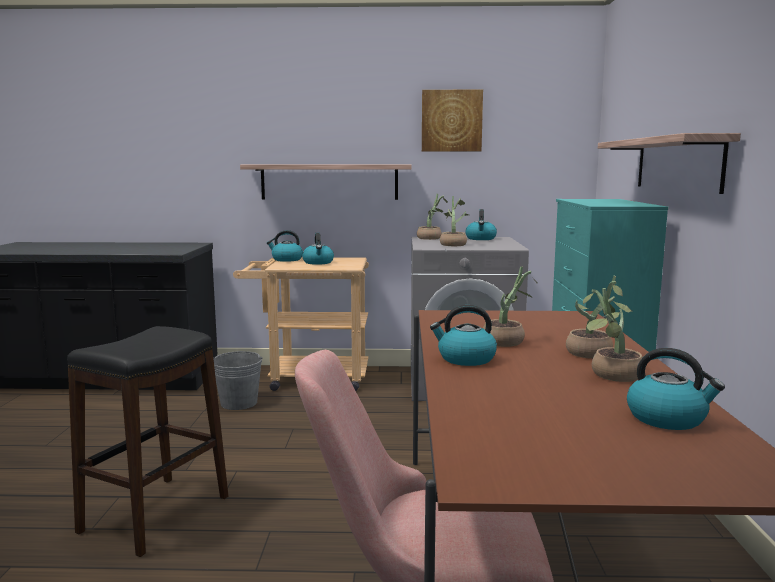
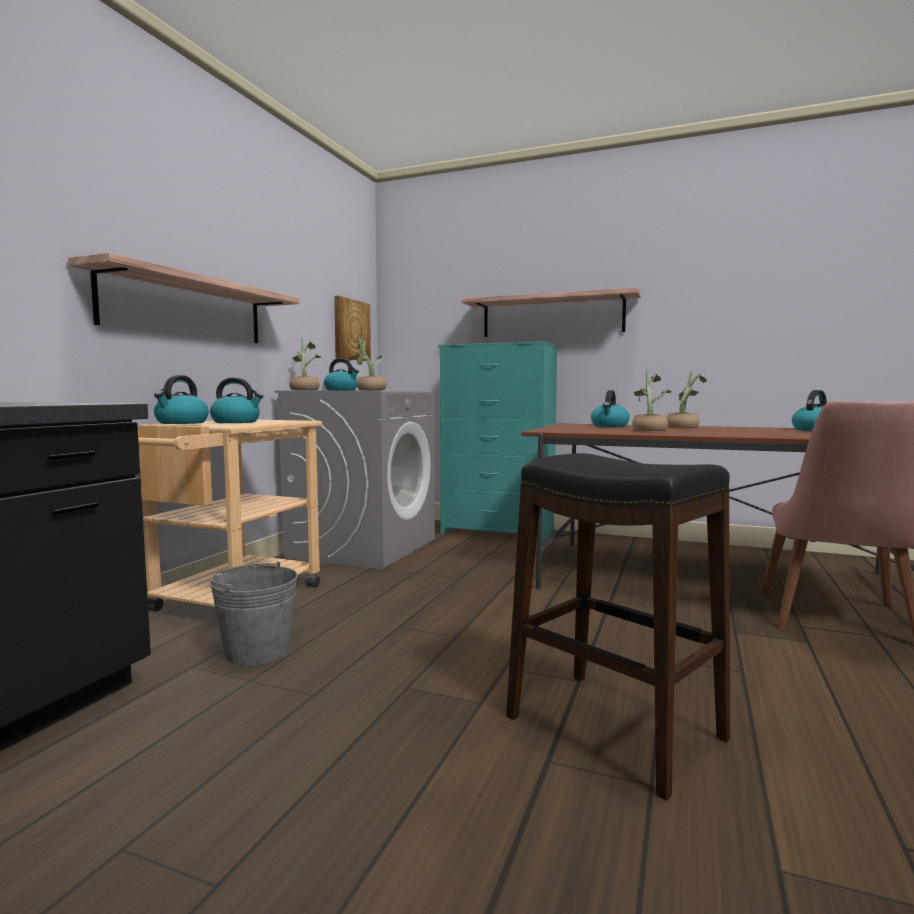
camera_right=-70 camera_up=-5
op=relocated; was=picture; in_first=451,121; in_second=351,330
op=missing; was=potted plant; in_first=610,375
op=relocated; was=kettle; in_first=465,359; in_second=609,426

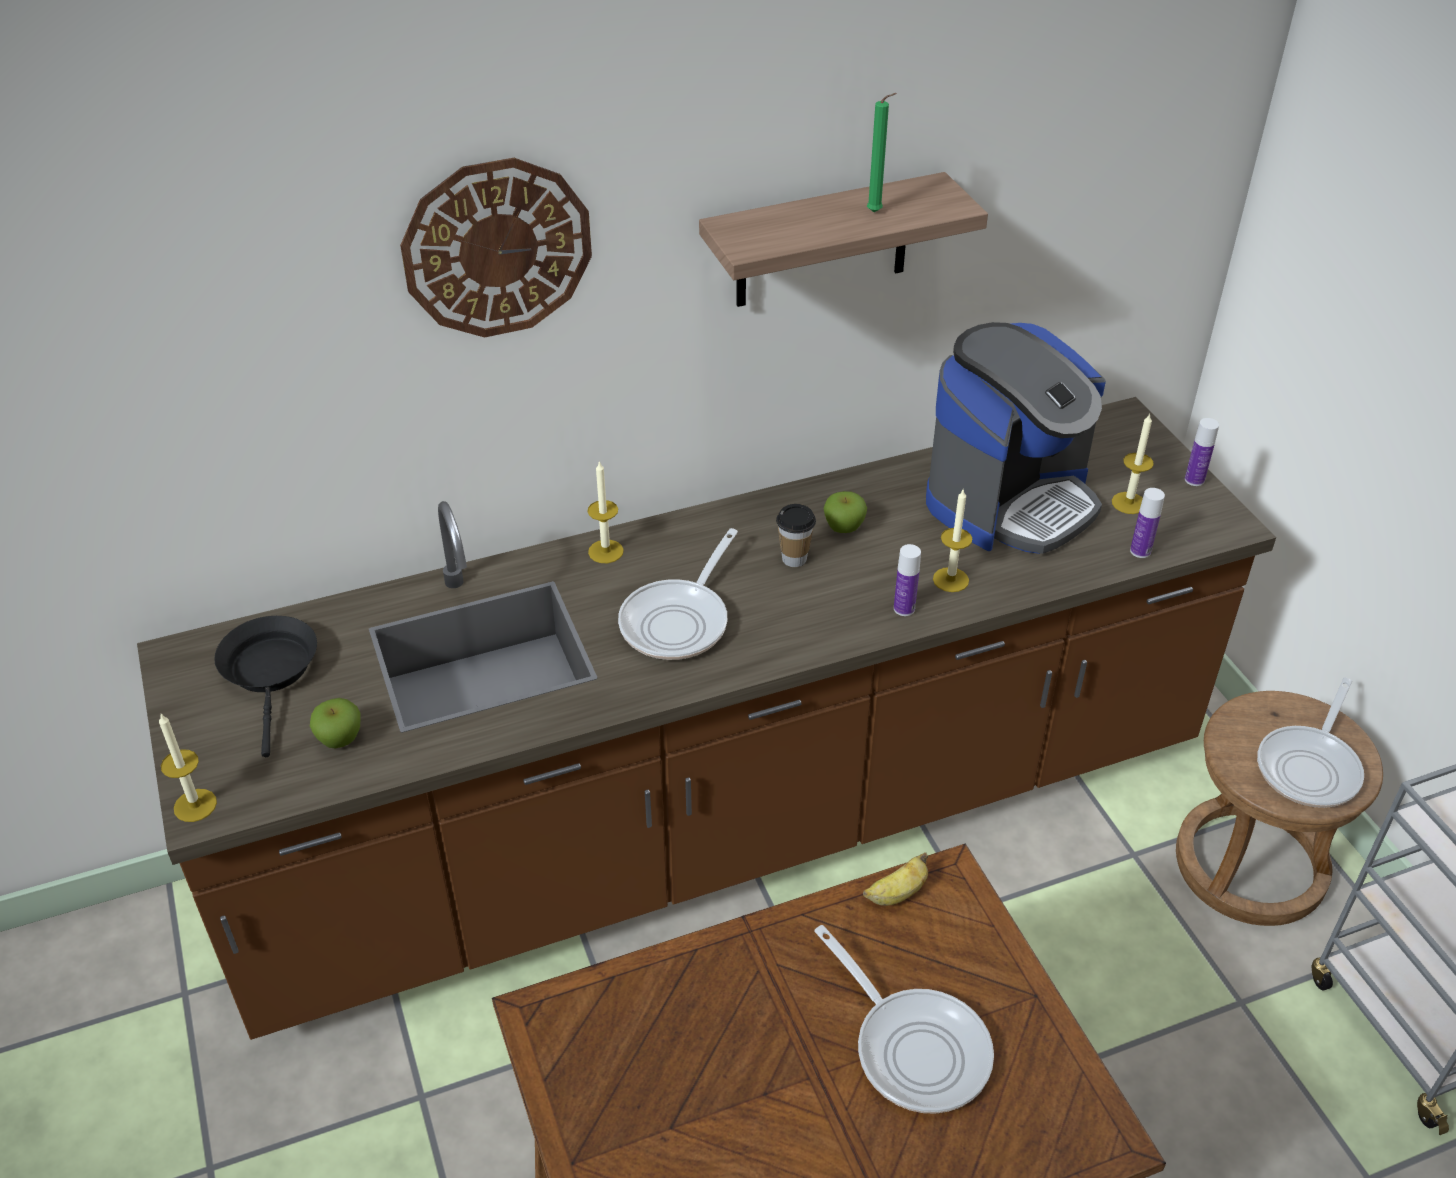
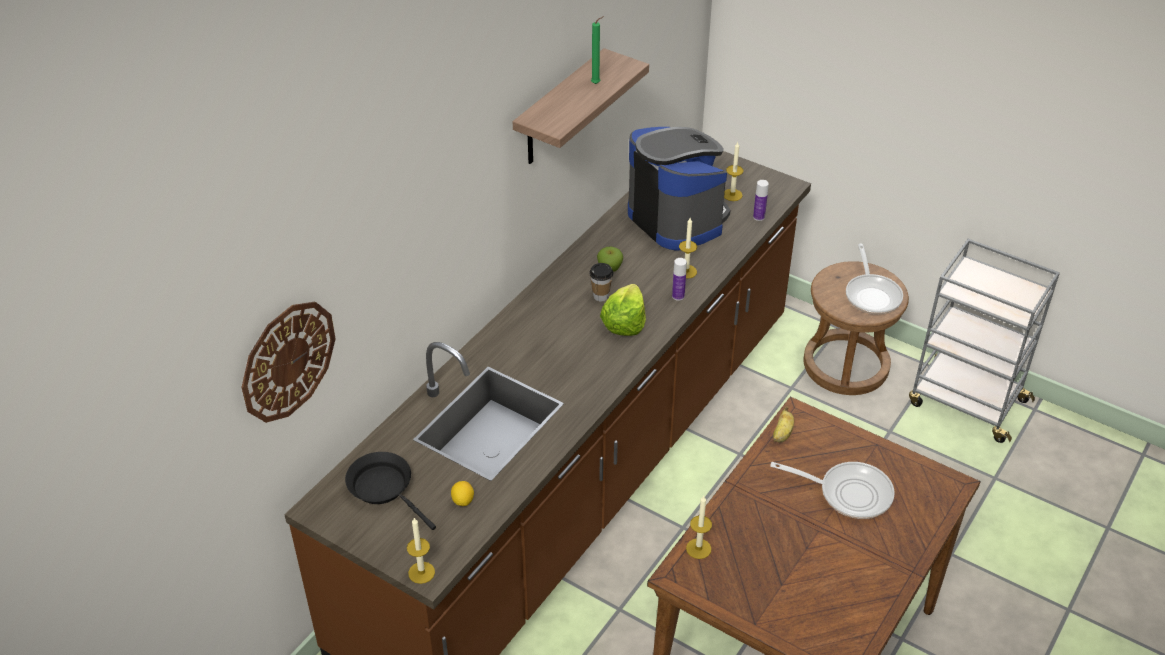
camera_right=-35 camera_up=0
op=relocated; was=wall clock; in_first=497,248; in_second=288,361
op=spun; was=coffee machine; in_first=1010,501; in_second=677,218; clockwise=-45
op=missing; was=bottle; in_first=1194,480
op=relocated; was=candle; in_first=605,551; in_second=698,548
op=missing; was=frying pan; in_first=679,621
op=exchanged; was=apple; now=lemon; in_first=340,740; in_second=463,501
op=appeared; now=lettuce; in_second=624,323

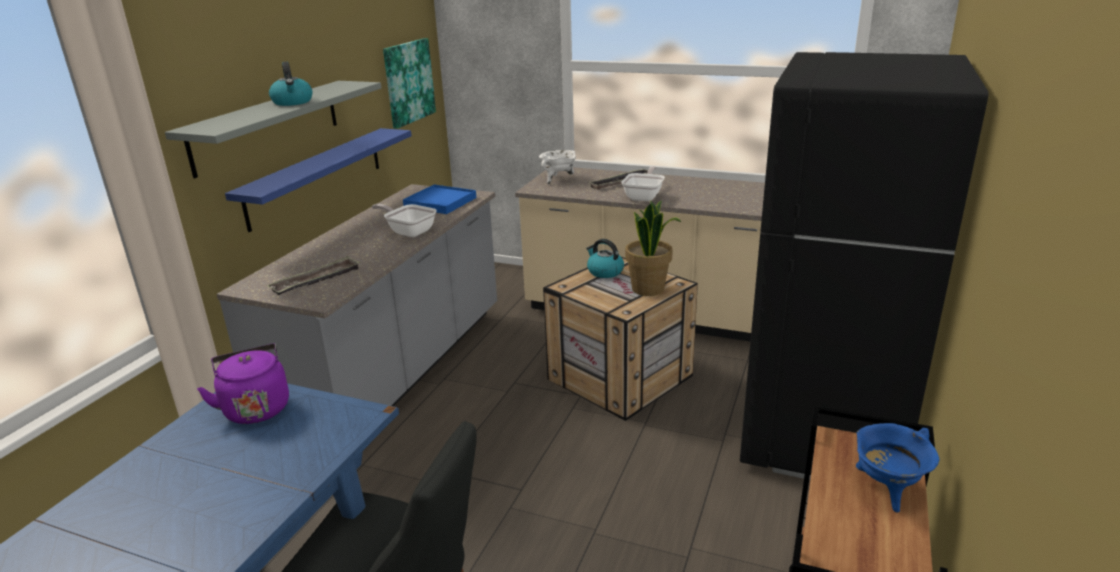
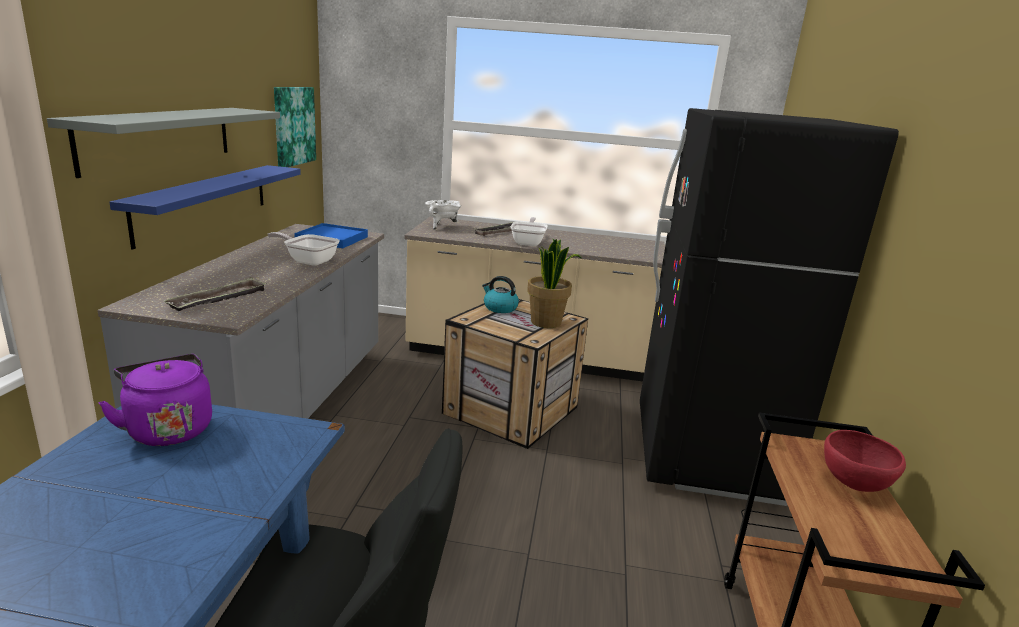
camera_right=-15 camera_up=-5
op=missing; was=kettle; in_first=293,102
op=exchanged; was=cooking pot/blue; now=bowl/red; in_first=887,490; in_second=853,485

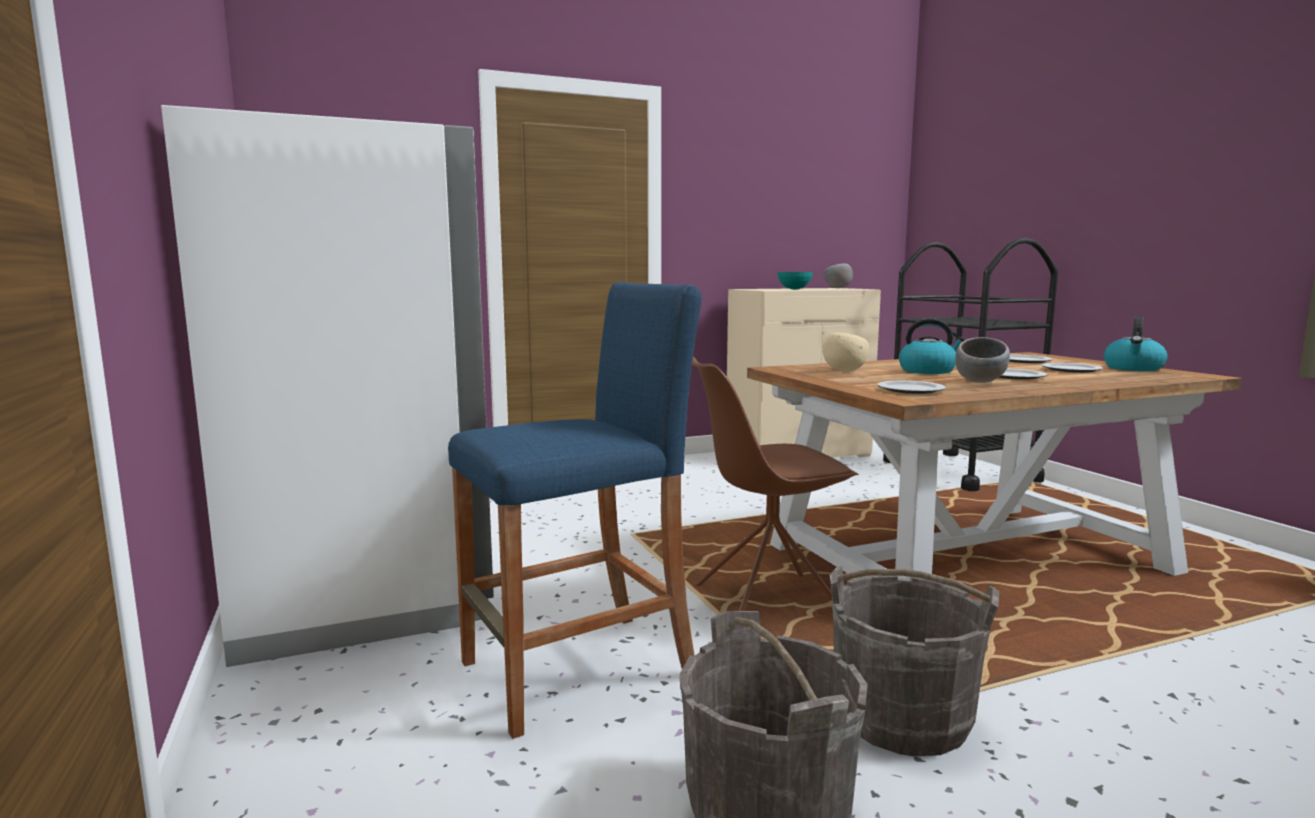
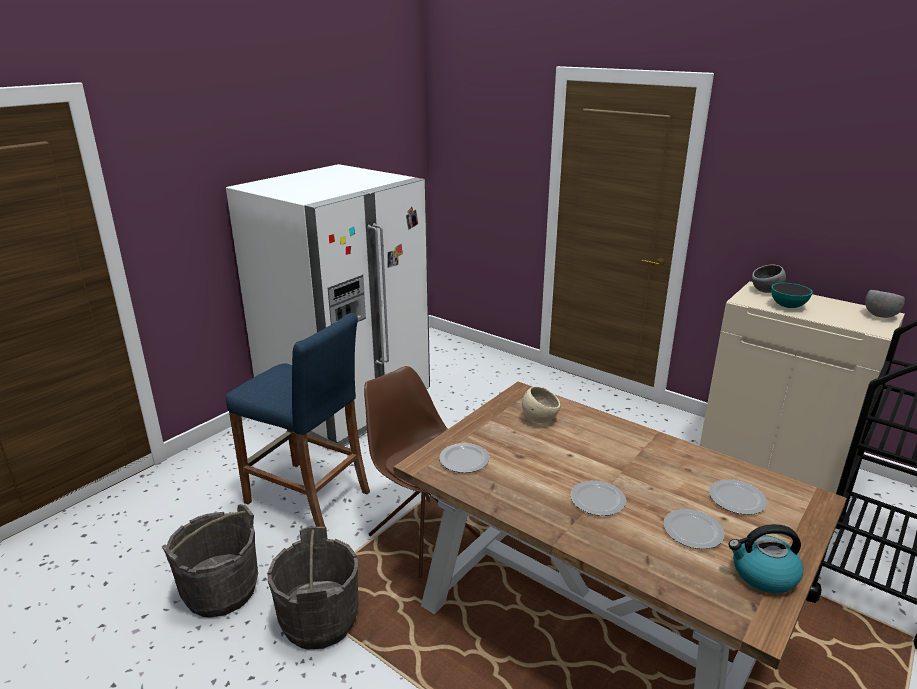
camera_right=60 camera_up=15
op=missing; was=kettle; in_first=928,371
op=relocated; was=bowl/grey; in_first=980,382; in_second=766,291

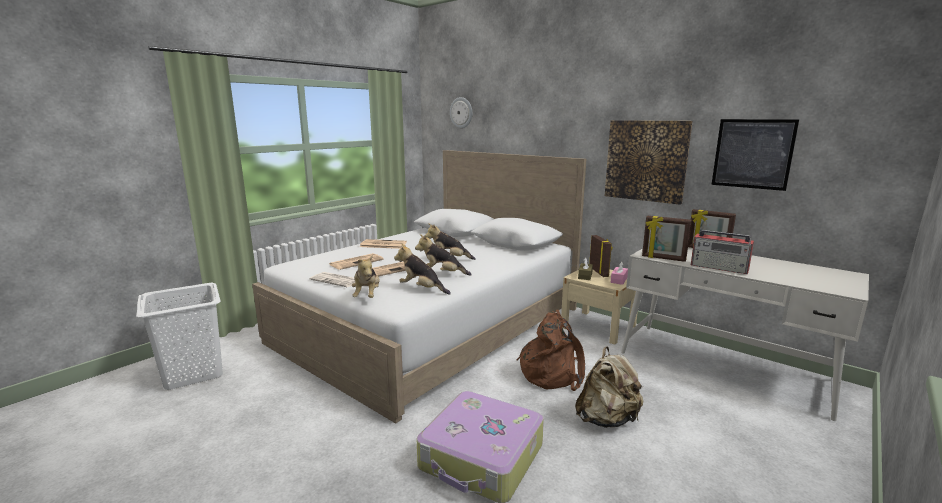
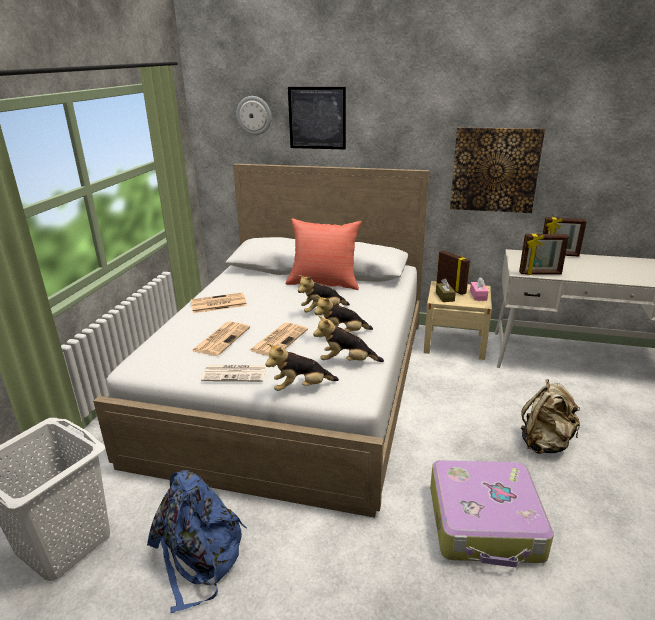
camera_right=-25 camera_up=10
op=relocated; was=picture; in_first=752,154; in_second=317,118
op=missing; was=radio; in_first=720,268
op=spun; was=plush toy; in_first=367,296; in_second=301,388; clockwise=105
op=missing; was=backpack/brown; in_first=552,373
op=appeared; now=pillow/red; in_second=324,283
op=appeared; now=backpack/blue; in_second=198,557

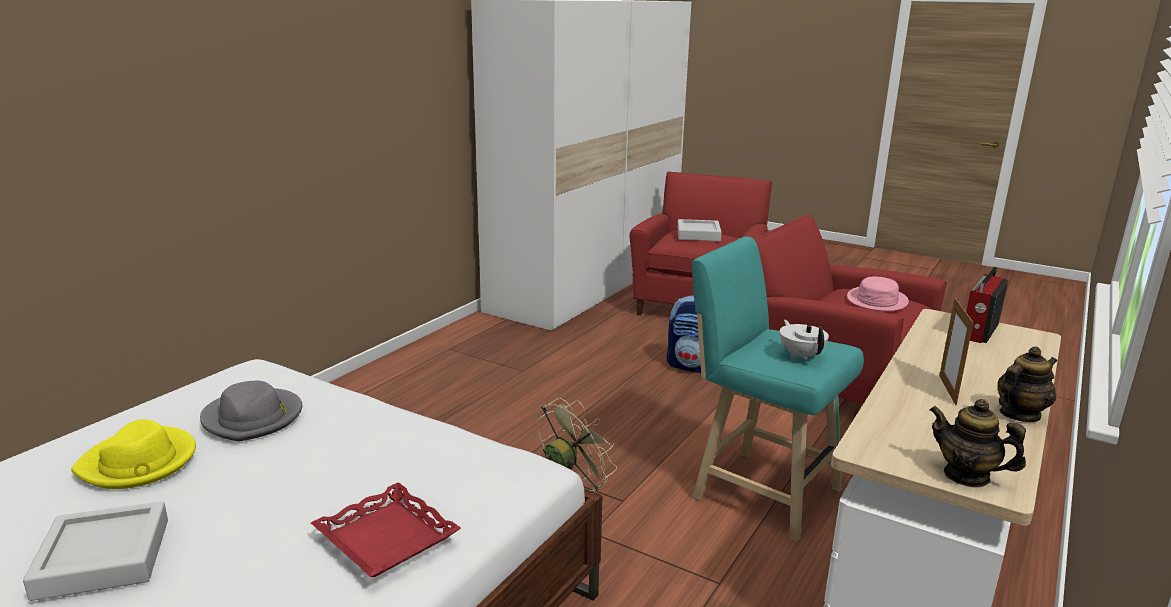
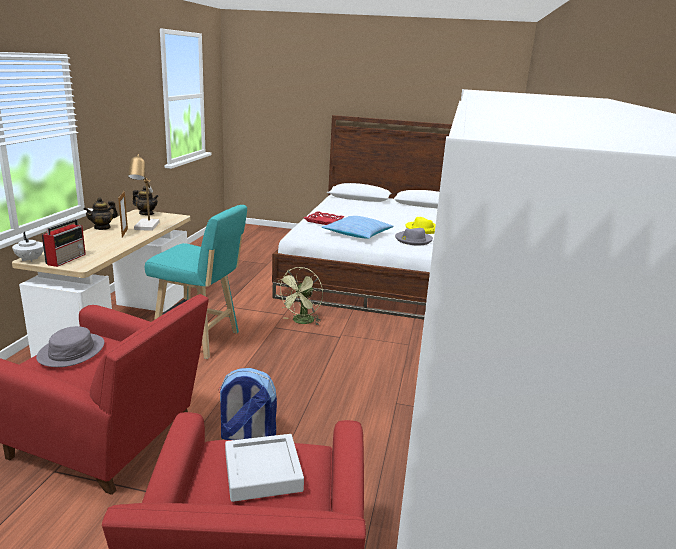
camera_right=160 camera_up=0
op=colour; was=hat/pink; now=hat/grey; in_first=876,300; in_second=72,351
op=relocated; was=teapot/white; in_first=801,355; in_second=30,260
op=missing; was=tray/grey; in_first=103,558
op=appeared; now=table lamp; in_second=146,227
op=appeared; now=pillow; in_second=357,234

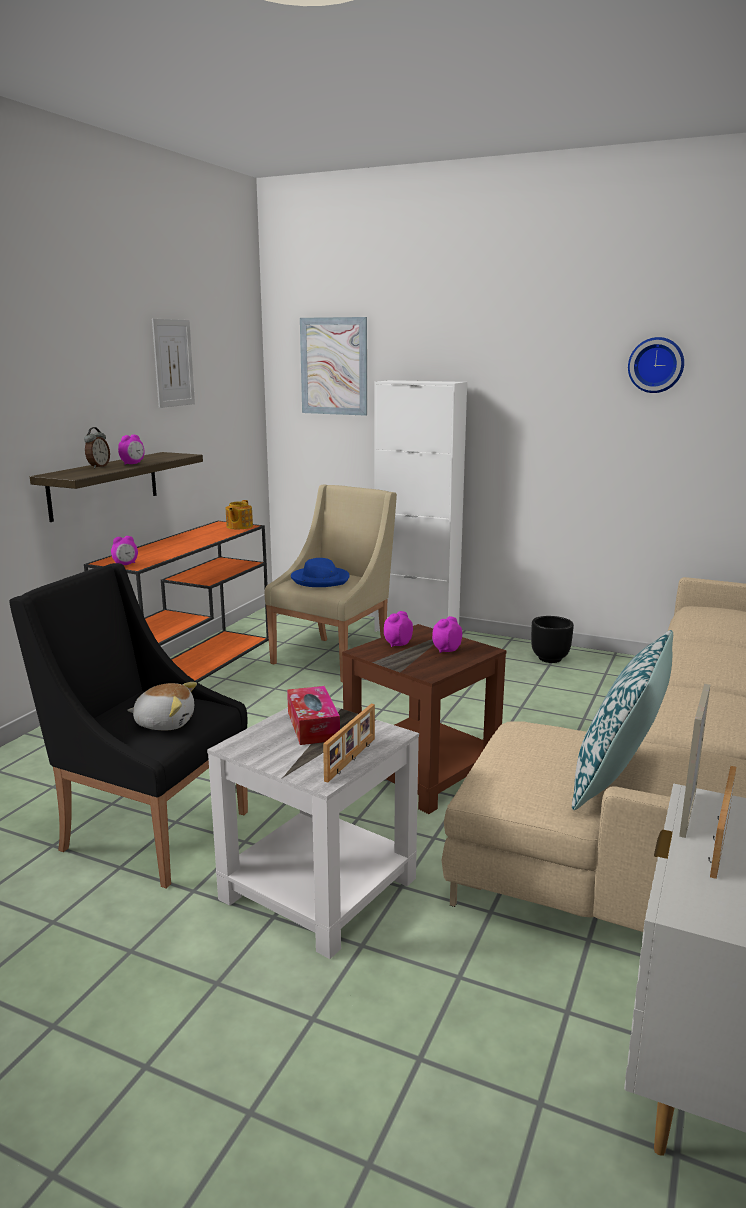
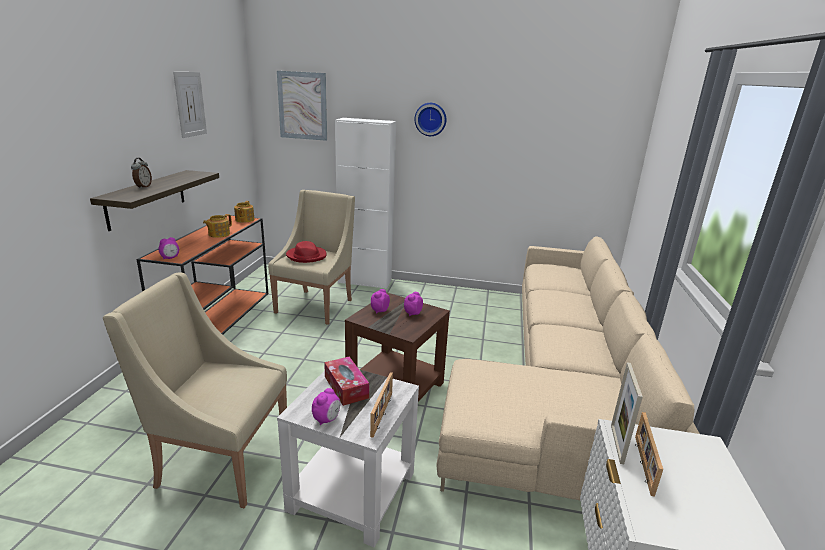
camera_right=-15 camera_up=5
op=relocated; was=wall clock; in_first=656,365; in_second=430,119
op=relocated; was=alarm clock; in_first=132,464; in_second=326,419
op=colour; was=hat/blue; now=hat/red; in_first=320,580; in_second=306,256
op=colour; was=armchair/black; now=armchair/beige; in_first=149,830; in_second=220,460
op=missing; was=planter/black; in_first=550,659
op=missing; was=pillow; in_first=617,780
op=missing; was=plush toy; in_first=165,723
op=appeared; now=teapot; in_second=218,234

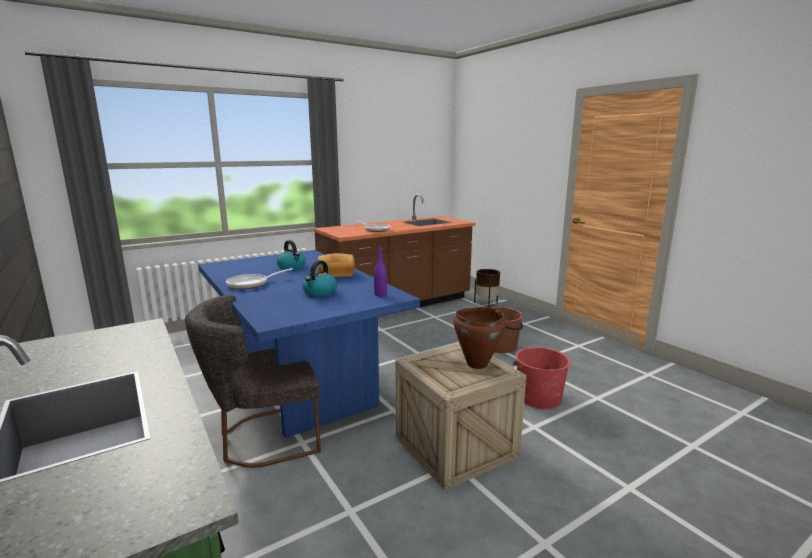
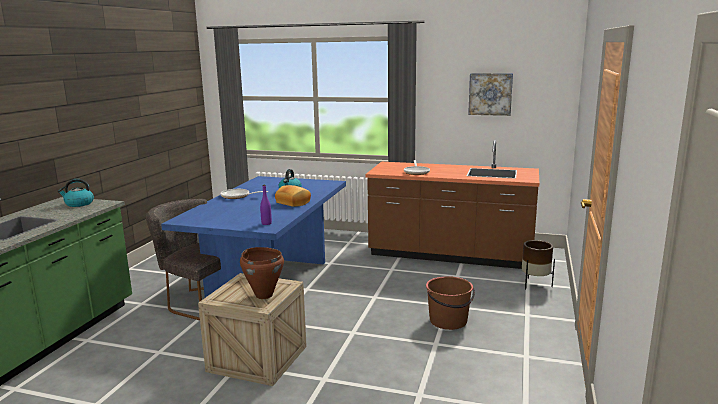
camera_right=50 camera_up=0
op=relocated; was=kettle; in_first=319,292; in_second=78,204
op=missing; was=bucket/red; in_first=538,397
op=appeared; now=picture; in_second=490,94

